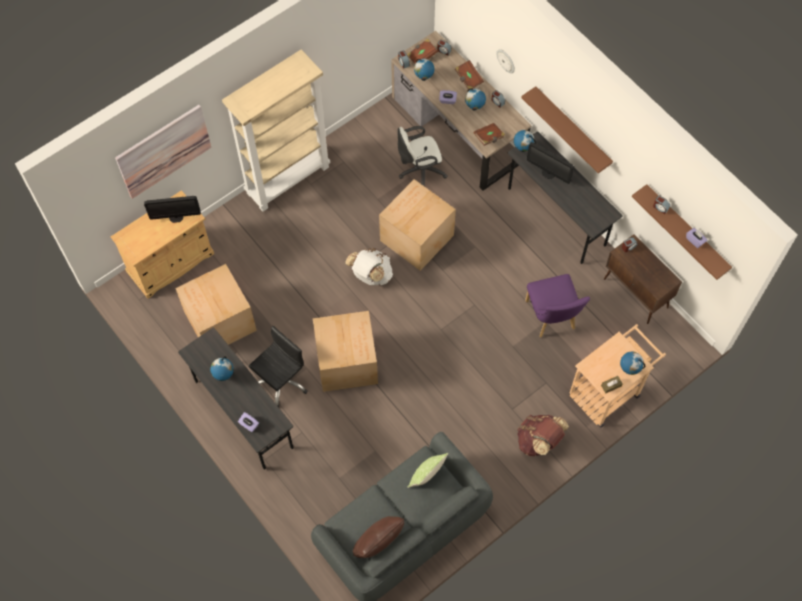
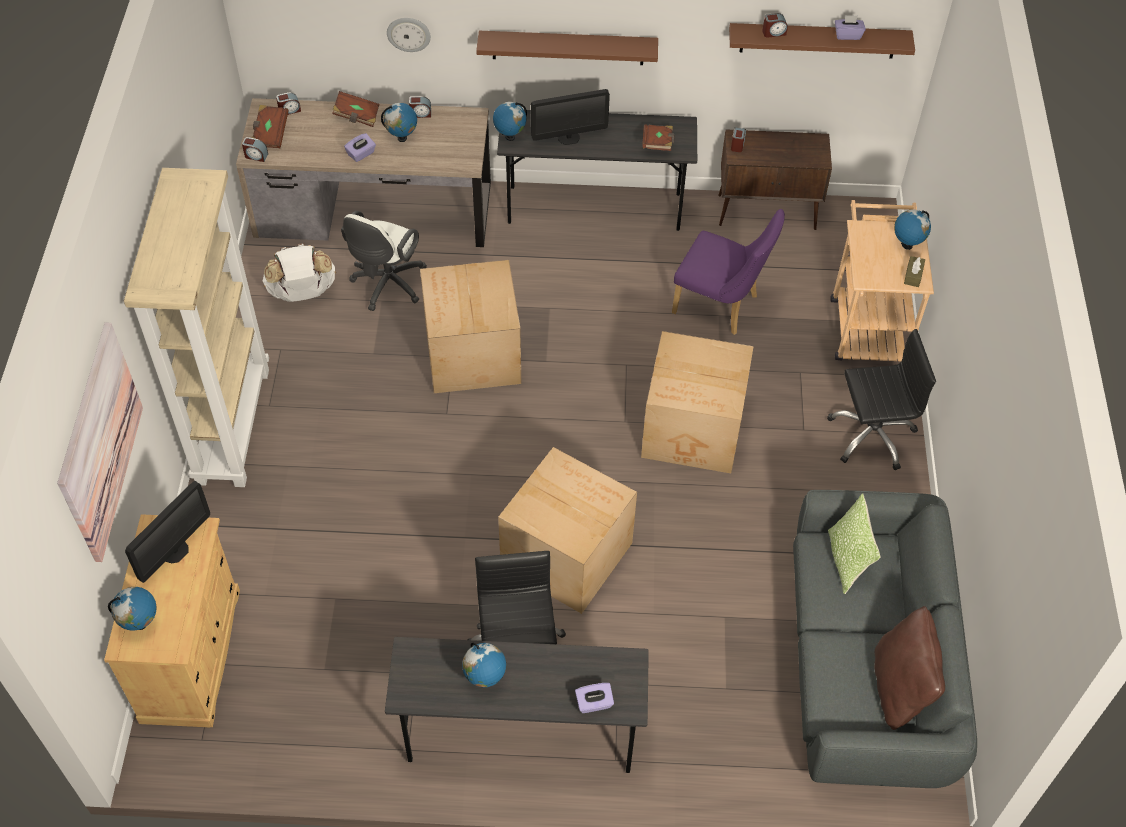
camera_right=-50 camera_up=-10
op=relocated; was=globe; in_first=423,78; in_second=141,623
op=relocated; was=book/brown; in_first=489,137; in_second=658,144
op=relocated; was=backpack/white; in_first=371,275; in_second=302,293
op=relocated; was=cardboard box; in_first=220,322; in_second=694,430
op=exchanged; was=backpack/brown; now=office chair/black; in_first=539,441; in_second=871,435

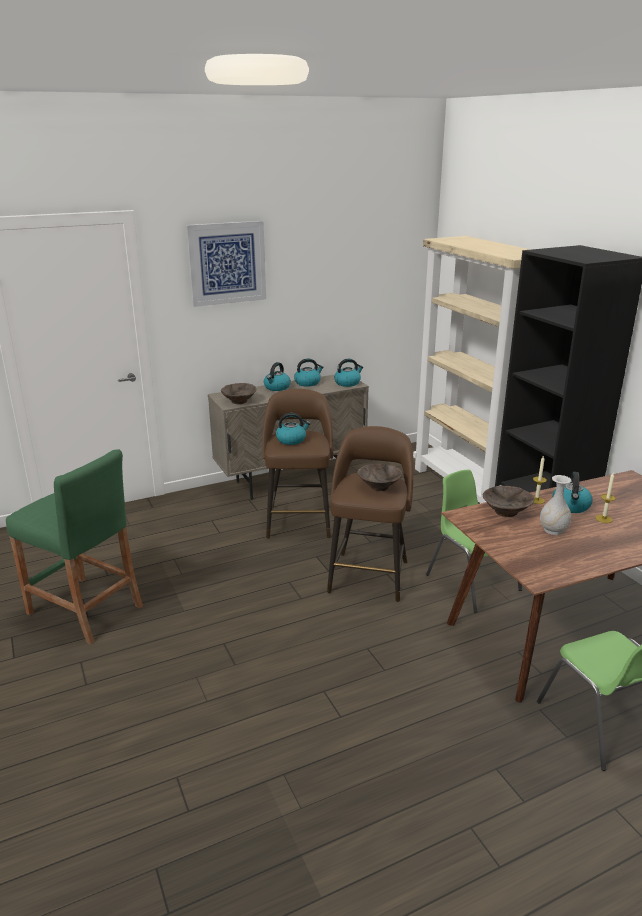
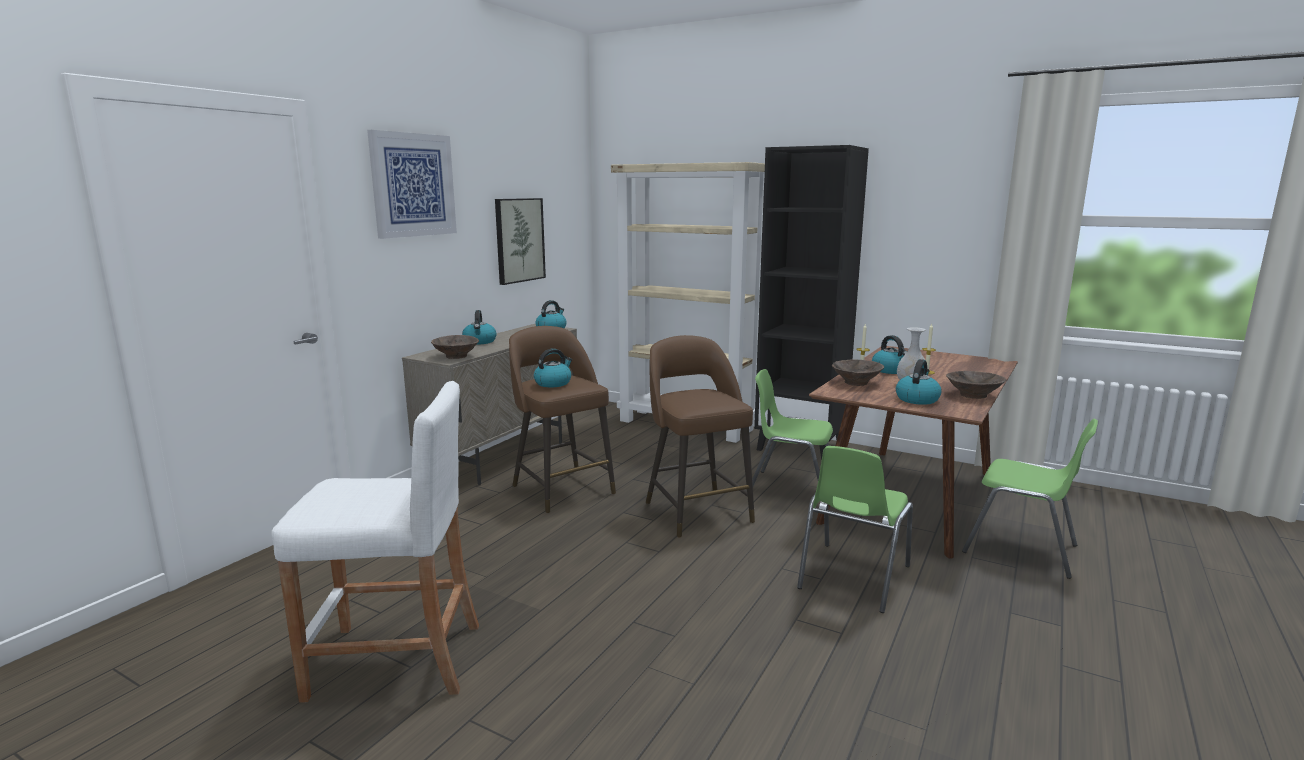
camera_right=-35 camera_up=-10
op=relocated; was=kettle; in_first=308,383; in_second=917,399
op=colour; was=stool/green; now=stool/white; in_first=85,609; in_second=396,660
op=relocated; was=bowl/brown; in_first=380,486; in_second=973,395
op=appeared; now=picture; in_second=519,240
op=appeared; now=chair/green; in_second=852,577

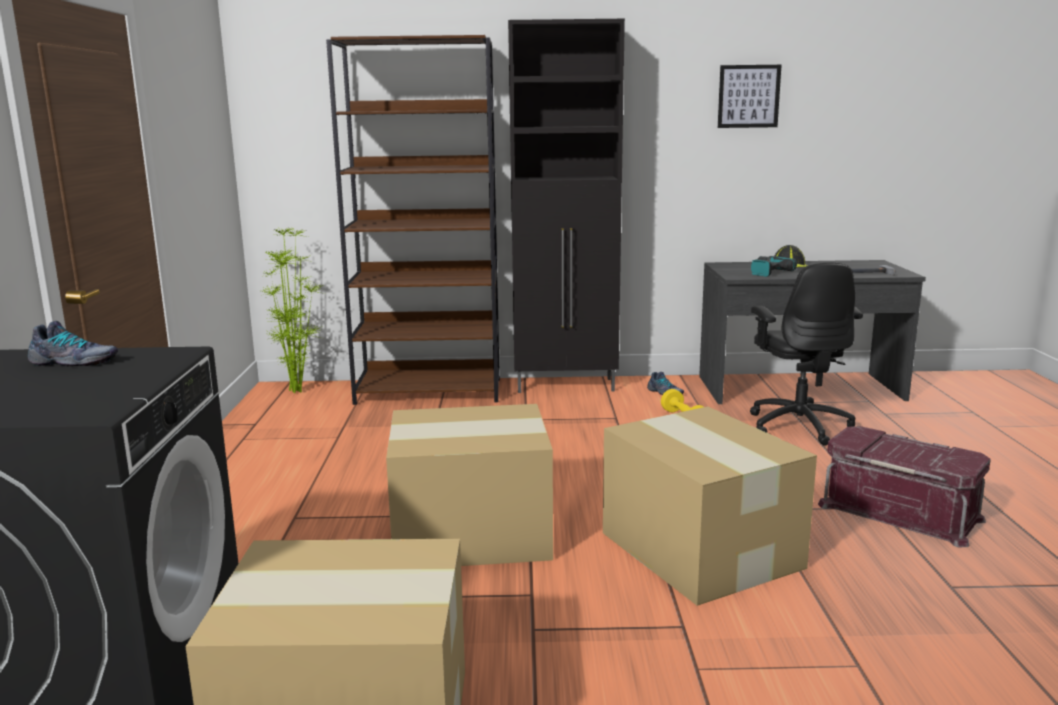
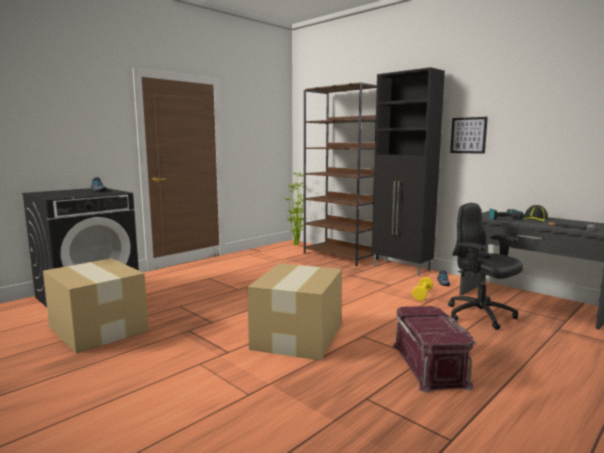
camera_right=45 camera_up=-5
op=relocated; was=picture; in_first=748,96; in_second=468,135
op=spun; was=office chair/black; in_first=799,425; in_second=480,316; clockwise=105
op=missing; was=cardboard box; in_first=473,533

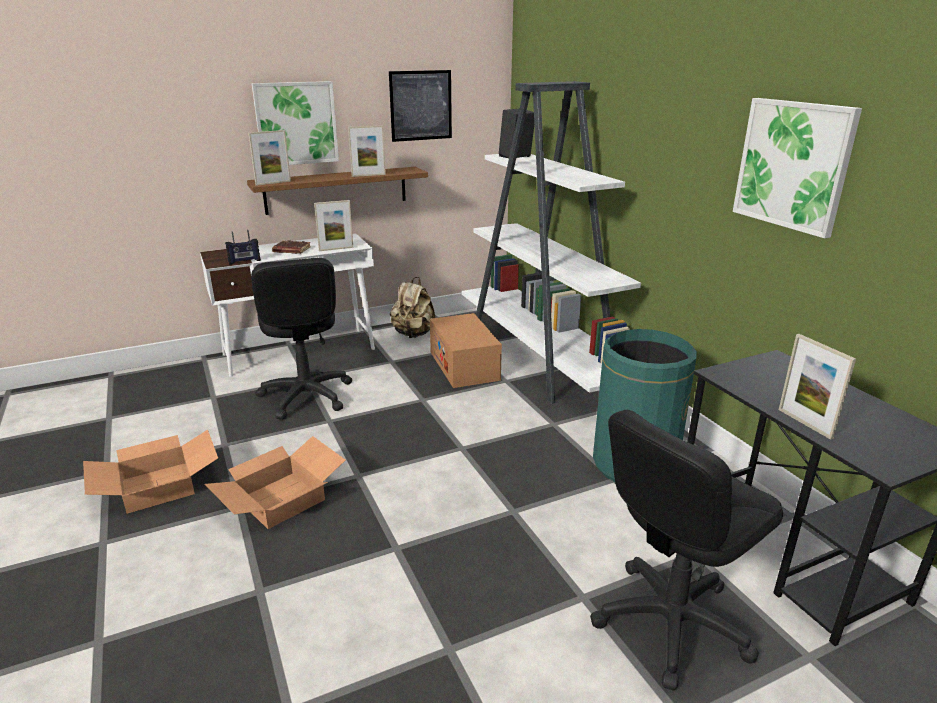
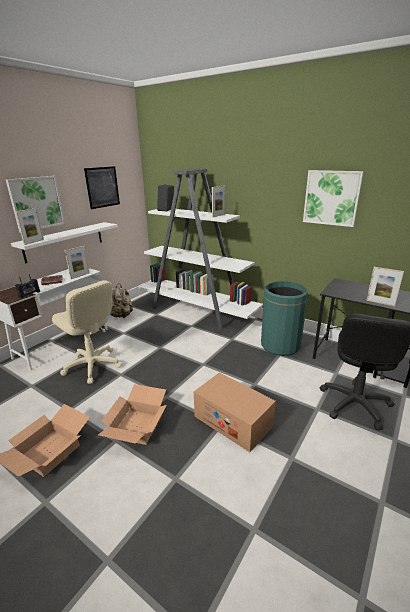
camera_right=-30 camera_up=0
op=relocated; was=picture frame; in_first=368,175; in_second=219,215
op=colour; was=shelf/brown; now=shelf/white; in_first=336,190; in_second=64,241
op=colour; was=office chair/black; now=office chair/beige; in_first=306,396; in_second=92,365
op=relocated; was=cardboard box; in_first=464,366; in_second=233,421

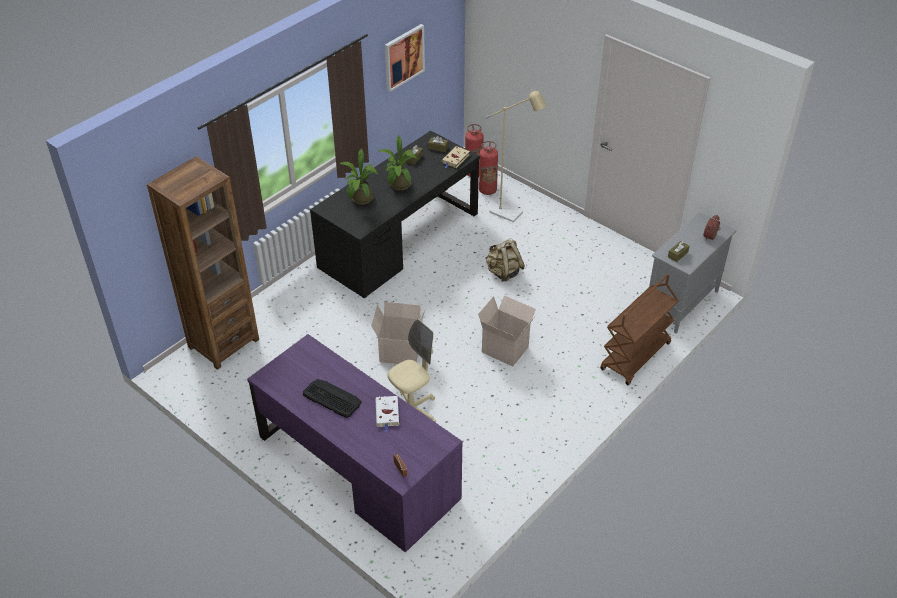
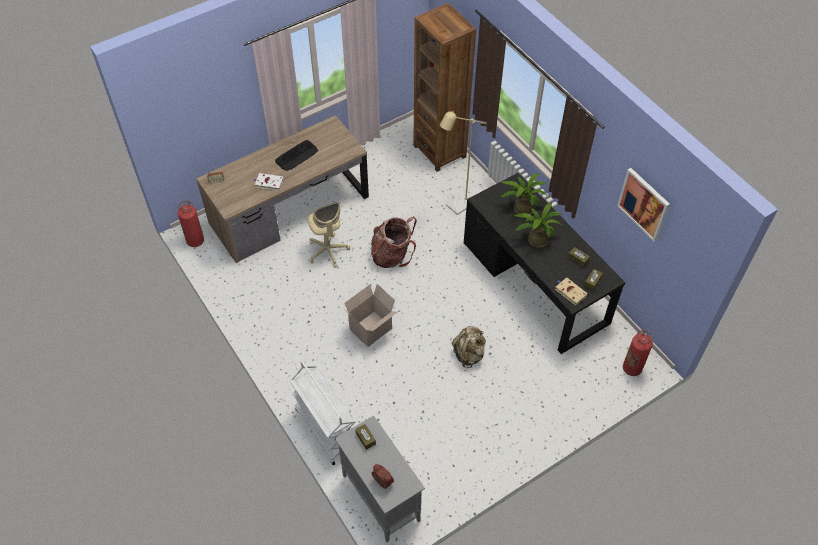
camera_right=105 camera_up=10
op=relocated; was=floor lamp/beige; in_first=511,214; in_second=457,206
op=relocated; was=fire extinguisher; in_first=487,190; in_second=195,241
op=colour; was=cart/brown; now=cart/white; in_first=635,357; in_second=326,428
op=exchanged; was=cardboard box; now=backpack; in_first=399,353; in_second=392,255
op=colour; was=desk/purple; now=desk/brown; in_first=357,468; in_second=289,210

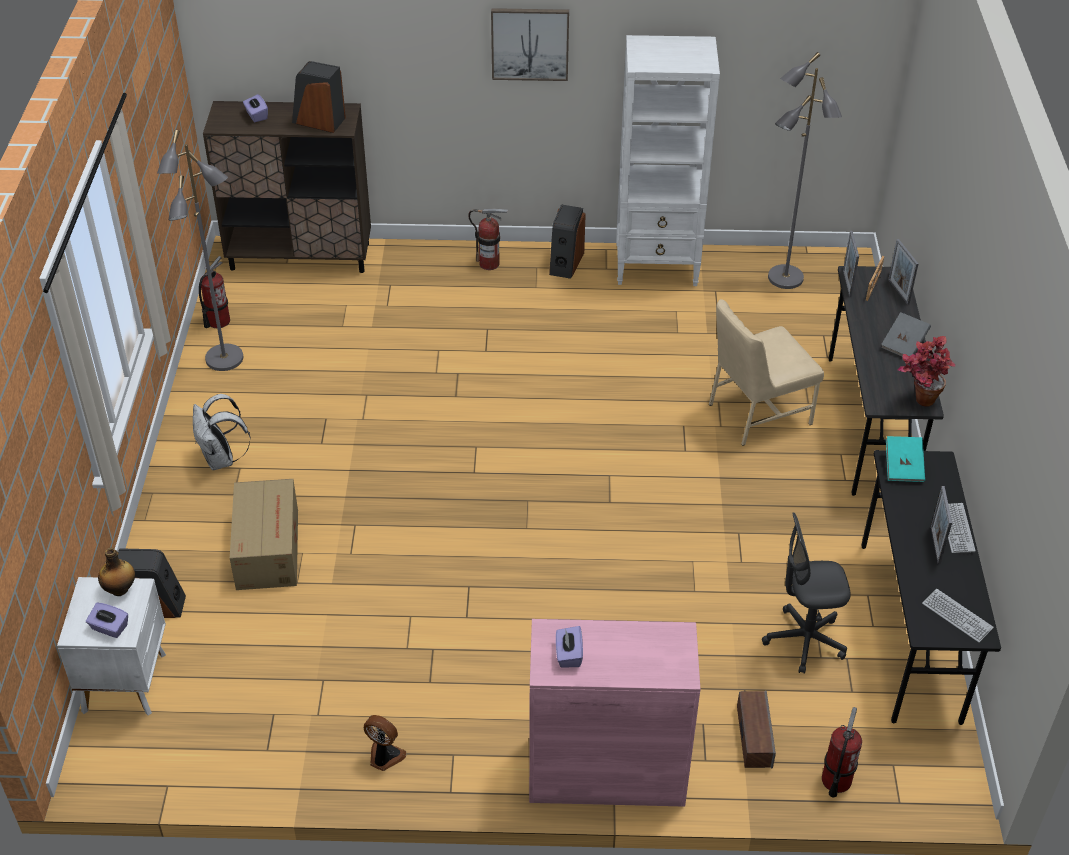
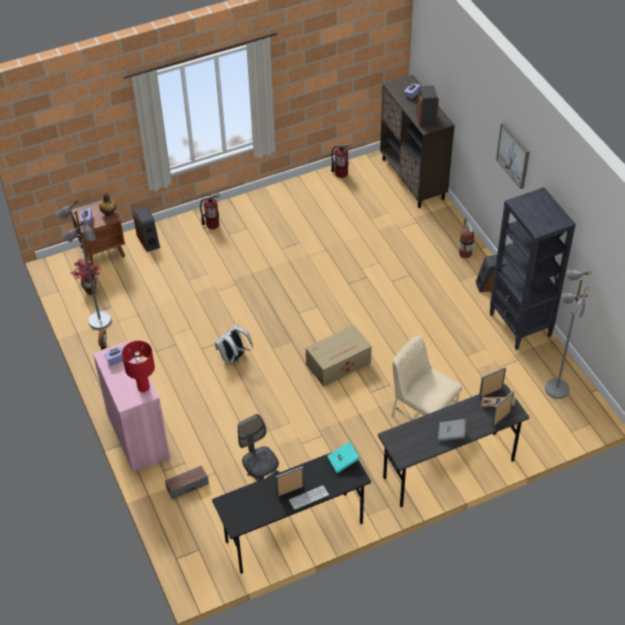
camera_right=65 camera_up=5
op=colour; was=bookcase/white; now=bookcase/black; in_first=657,266; in_second=520,326
op=relocated; was=floor lamp/grey; in_first=225,359; in_second=99,321
op=relocated; was=potted plant; in_first=917,400; in_second=89,288
op=relocated; was=backpack/white; in_first=221,459; in_second=234,358
op=relocated; was=cardboard box; in_first=268,548; in_second=339,363
op=colour; was=nightstand/white; now=nightstand/brown; in_first=126,681; in_second=103,252
op=missing; was=keyboard; in_first=957,616
op=relocated; was=fire extinguisher; in_first=835,780; in_second=212,224
op=appeared; now=table lamp/red; in_second=143,387

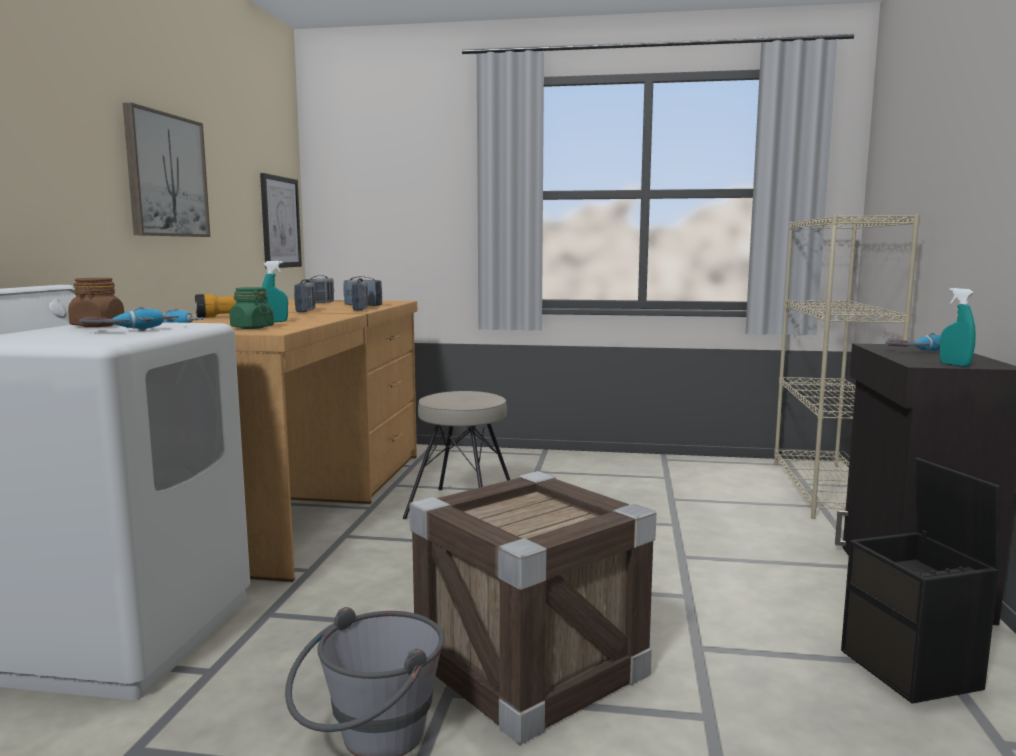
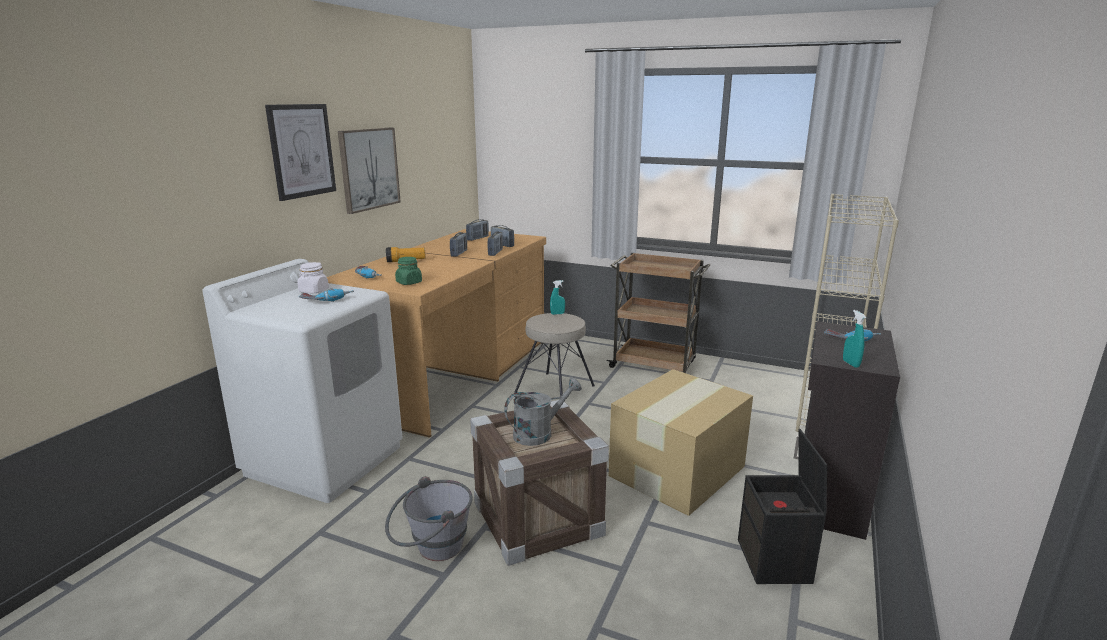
camera_right=15 camera_up=10
op=relocated; was=picture; in_first=280,222; in_second=301,151
op=relocated; was=spray bottle/turquoise; in_first=275,322; in_second=557,314
op=colour; was=jar/brown; now=jar/white; in_first=98,326; in_second=314,291
op=appeared; now=cart/brown; in_second=654,365
op=appeared; now=cardboard box; in_second=679,470
op=appeared; now=watering can/grey; in_second=539,433

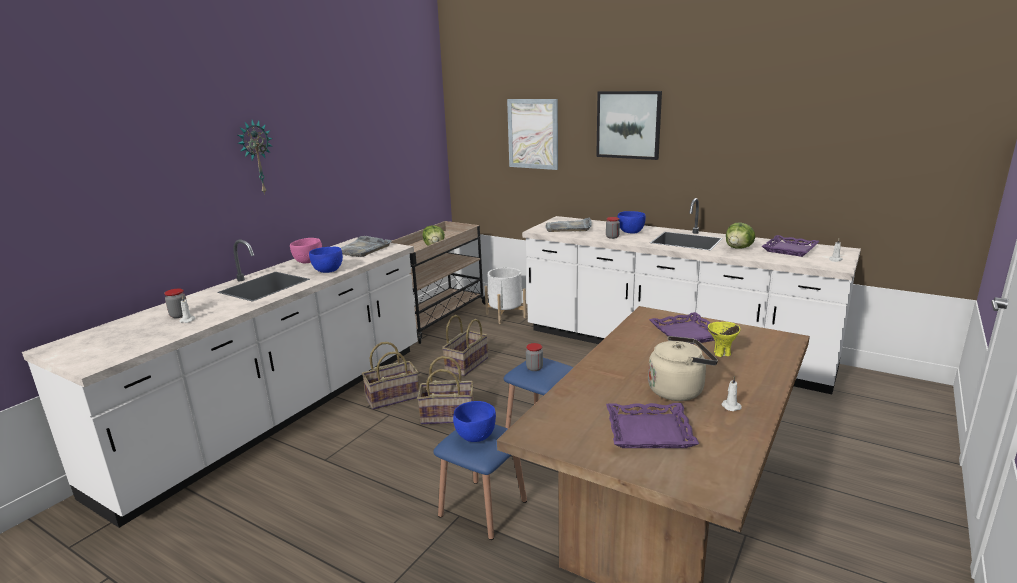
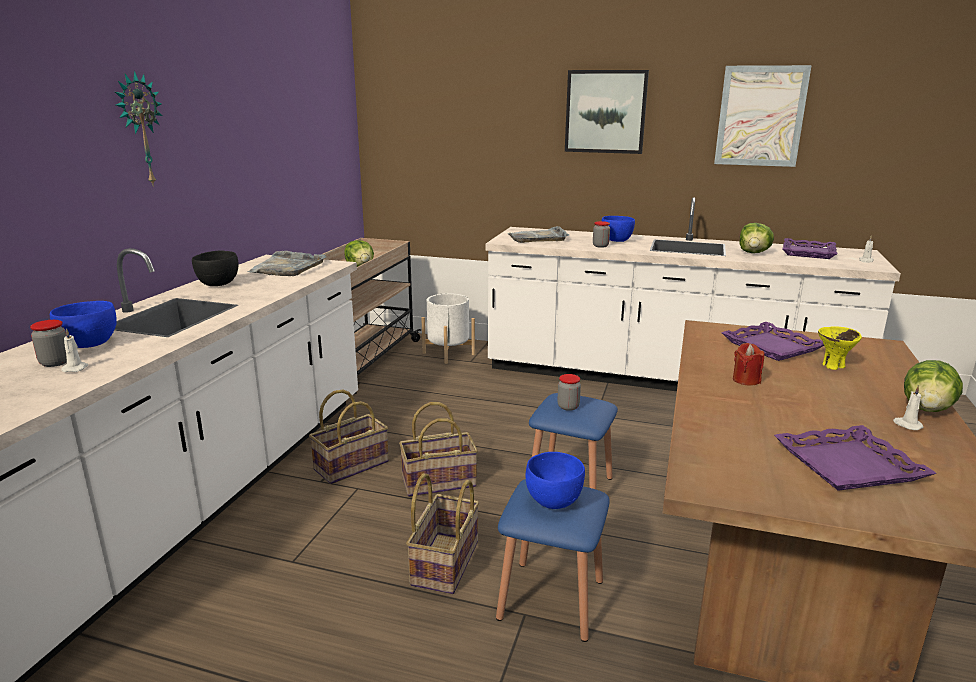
camera_right=-15 camera_up=0
op=relocated; was=picture; in_first=533,134; in_second=760,116
op=colour; was=bowl/pink; now=bowl/black; in_first=308,261; in_second=219,284
op=relocated; was=bowl/blue; in_first=328,271; in_second=90,345
op=relocated; was=basket; in_first=466,364; in_second=444,562
op=missing; was=kettle/beige; in_first=678,390
op=appeared; now=candle/red; in_second=746,380
op=appeared; now=lettuce; in_second=926,409

